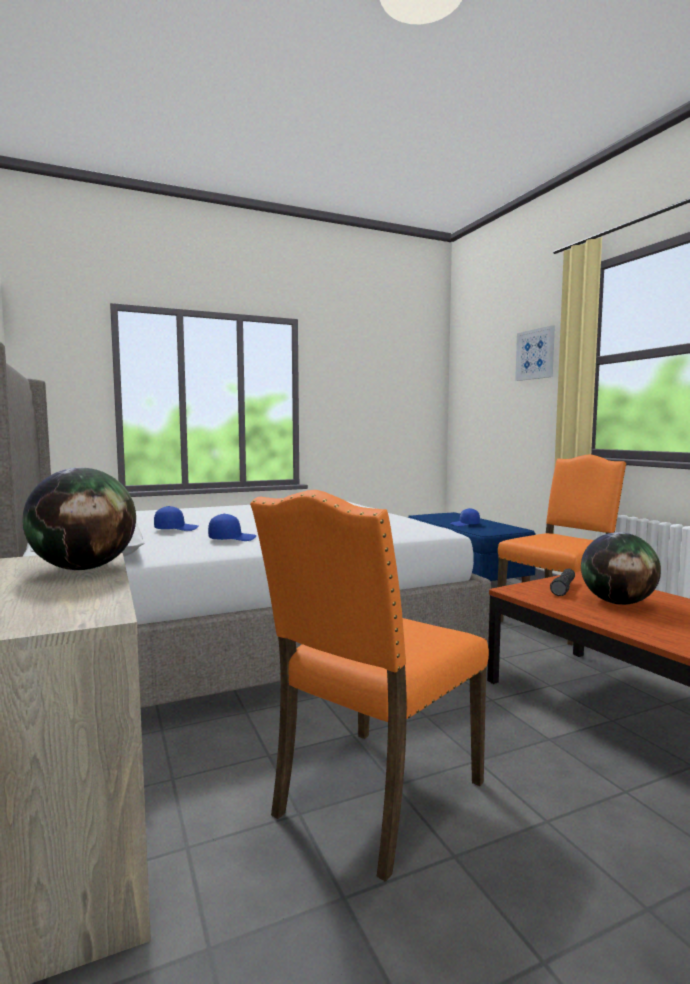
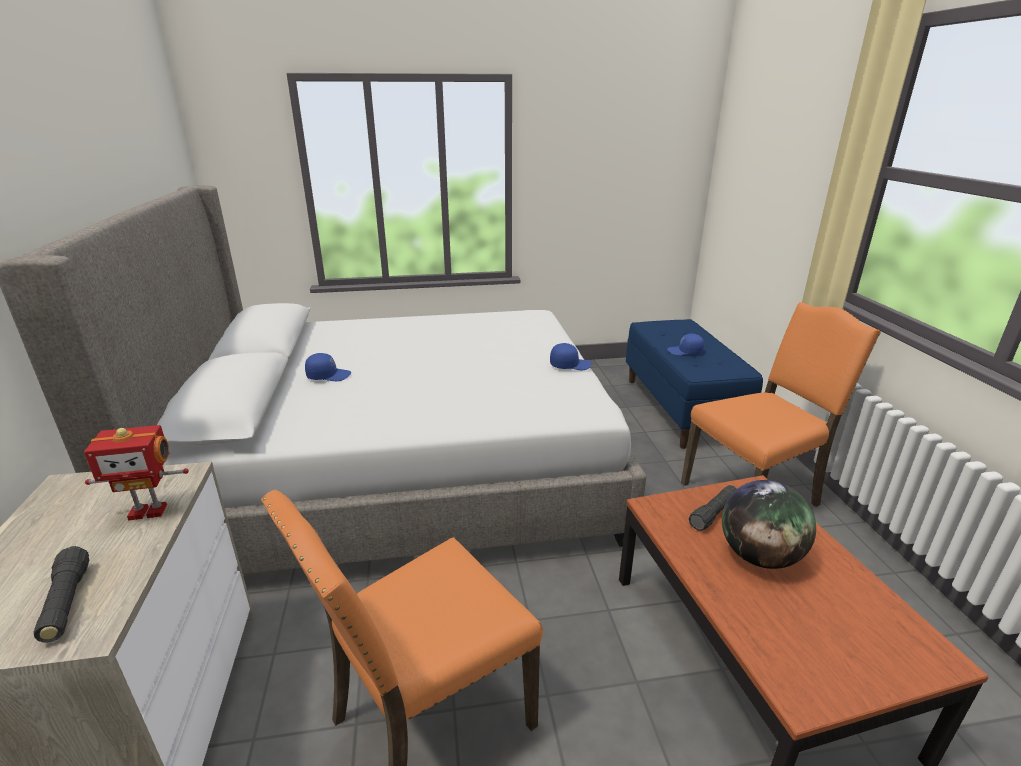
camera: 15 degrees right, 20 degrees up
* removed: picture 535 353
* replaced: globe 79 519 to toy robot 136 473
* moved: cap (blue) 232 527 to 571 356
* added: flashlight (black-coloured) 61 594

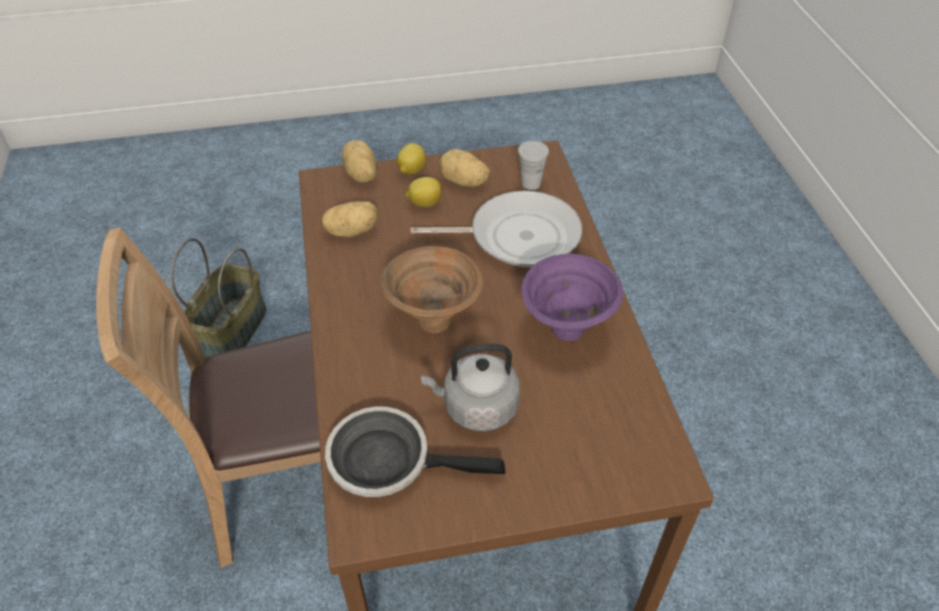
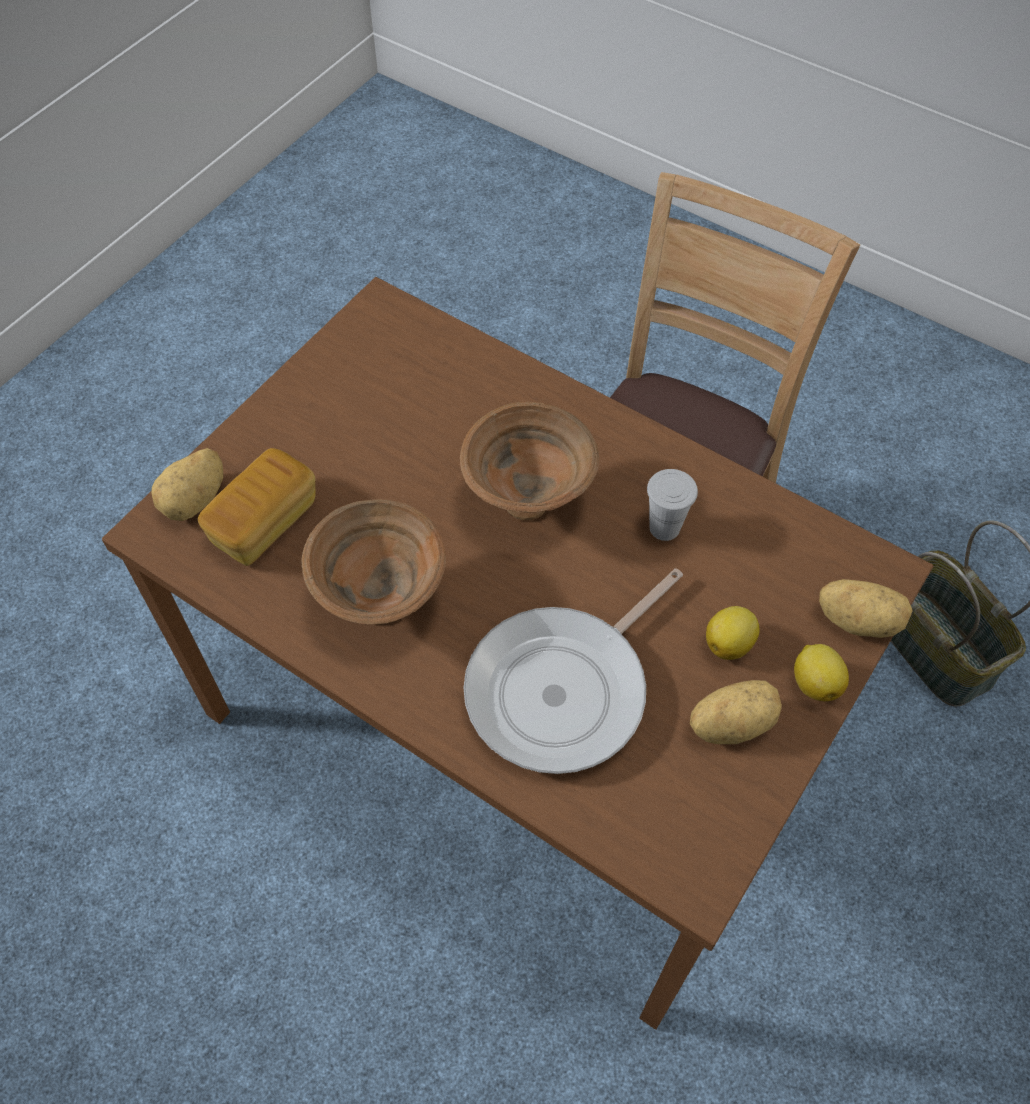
camera: 135 degrees right, 10 degrees up
* moved: small cup (white-coloured) 533 165 to 672 505
* moved: spud 349 219 to 187 484
* recoloured: bowl (purple) 572 297 to bowl (brown) 374 562
* removed: water kettle (greyish) 470 387
* removed: frying pan 415 452
* added: bread 257 507

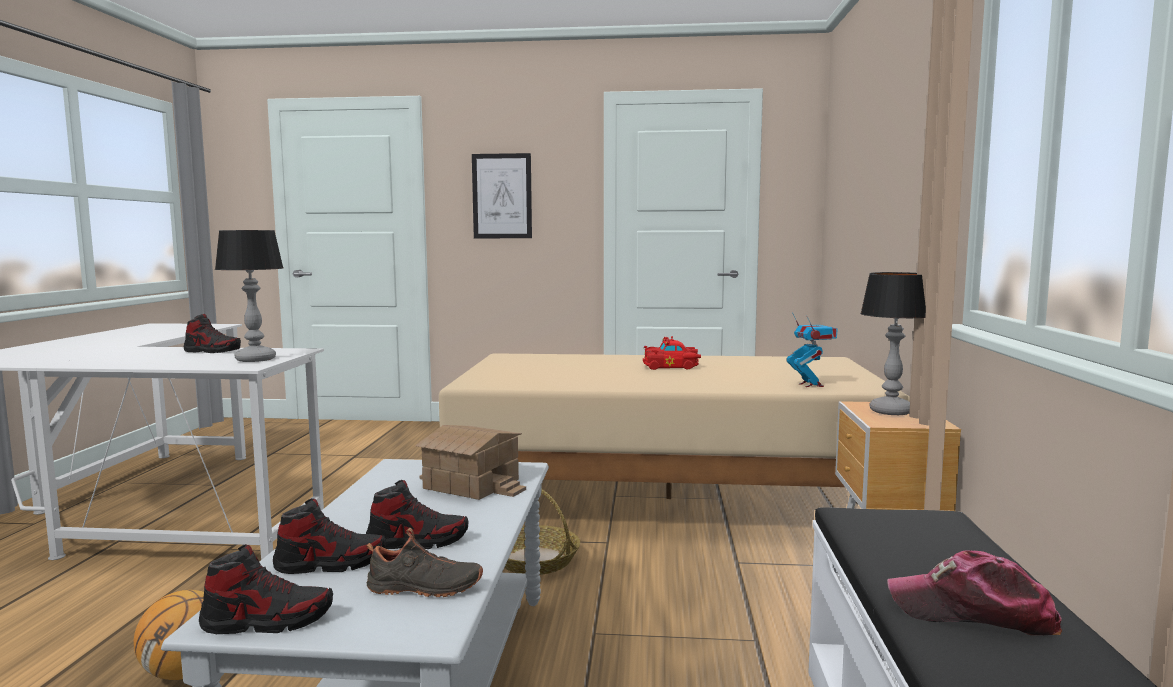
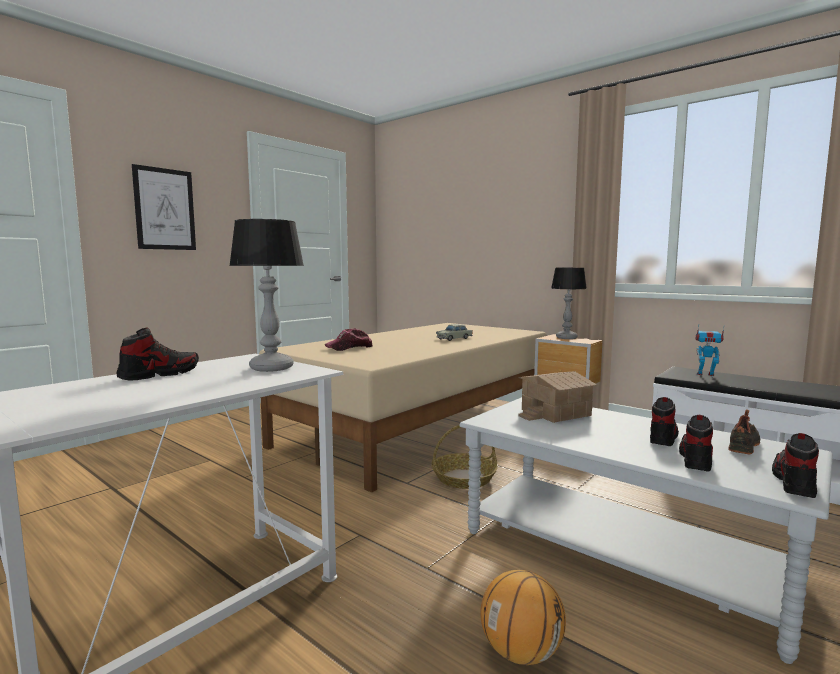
camera: 55 degrees left, 0 degrees up
* moved: toy robot 812 350 to 710 351
* removed: model car (reddish) 672 353
* moved: cap 974 592 to 349 339
* added: model car (beige) 454 332

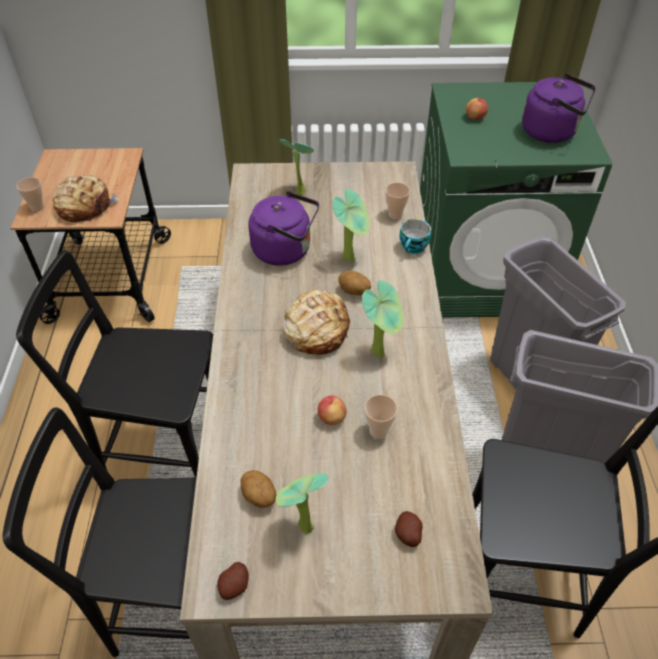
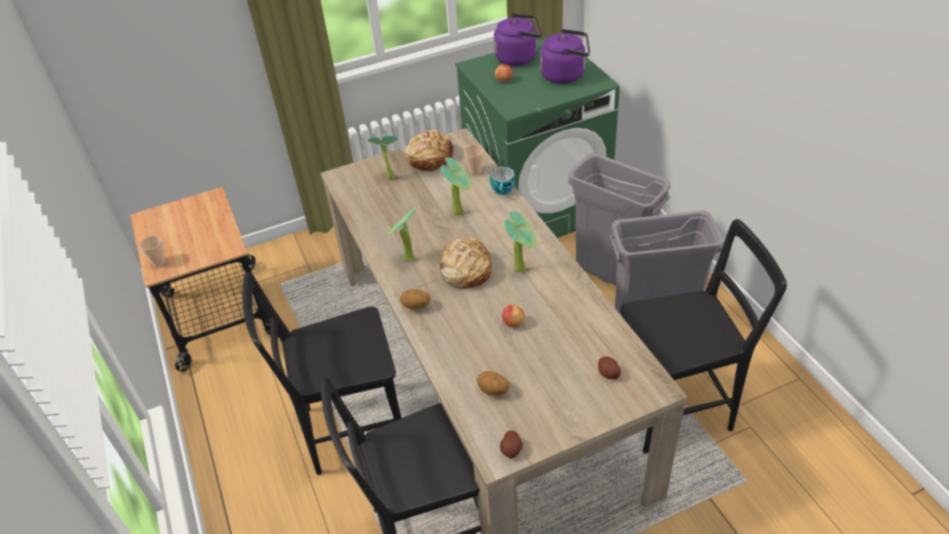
camera: 20 degrees left, 5 degrees down
* moved: bread 86 199 to 430 150
* moved: water kettle (purple) 283 228 to 518 39
* moved: spud 354 282 to 415 299
* removed: small cup 381 417
* moved: potted plant 302 504 to 402 234

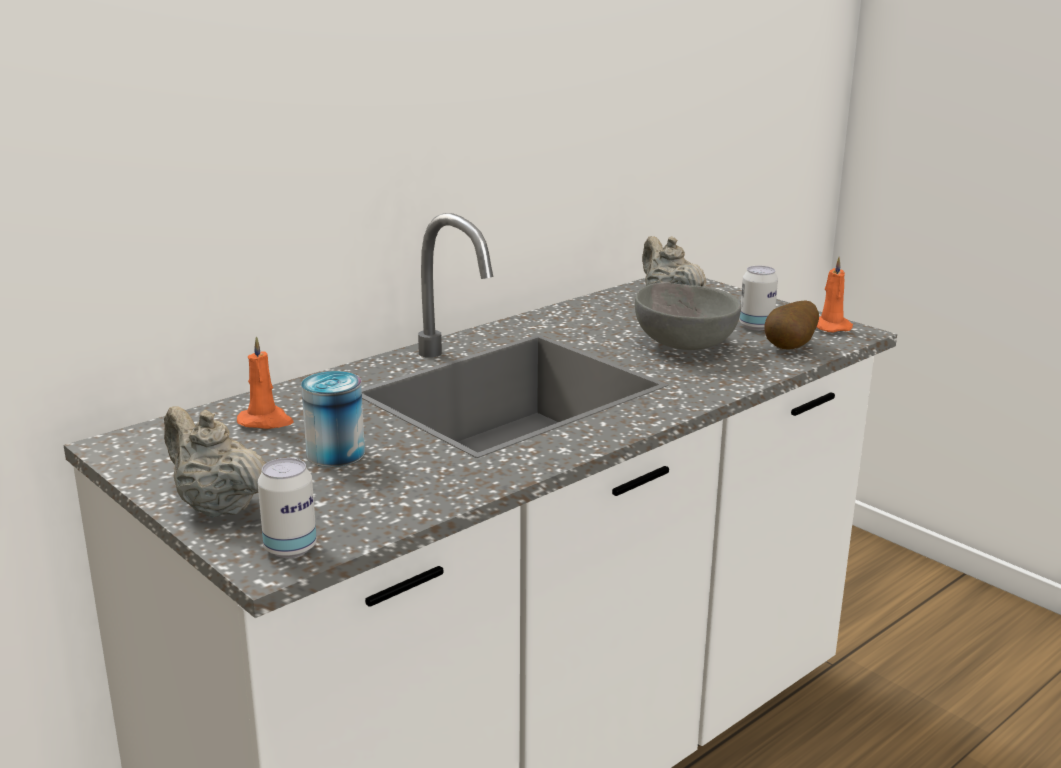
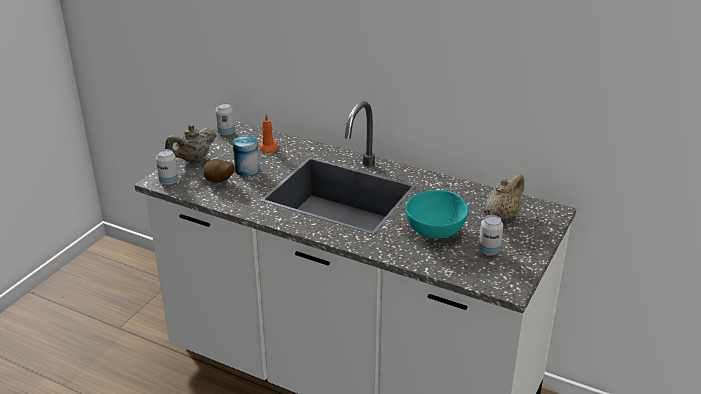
camera: 70 degrees right, 10 degrees up
* removed: wax light (orangey) 835 295
* recoloured: bowl (greyish) 688 316 to bowl (turquoise) 436 214
* moved: spud 791 325 to 219 171
* turned: teapot (beige) 215 462 = 190 143 150 degrees counterclockwise
* added: metal can 225 119

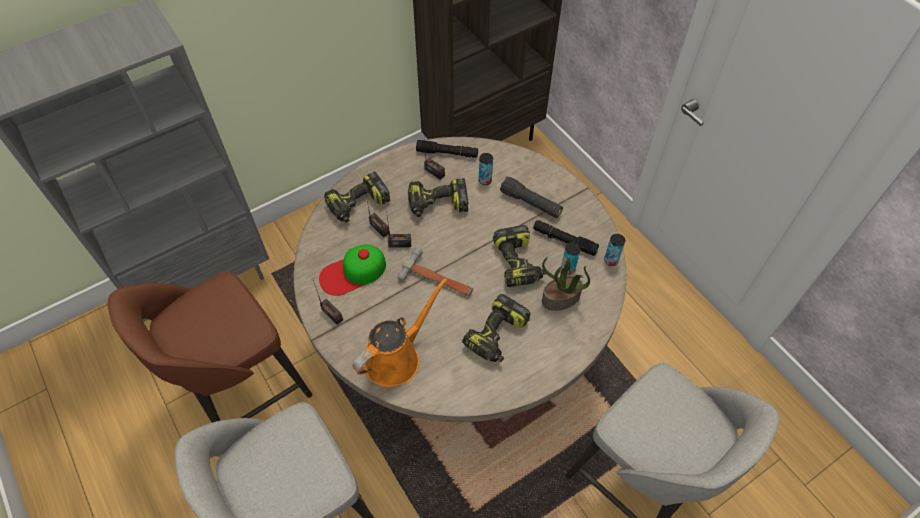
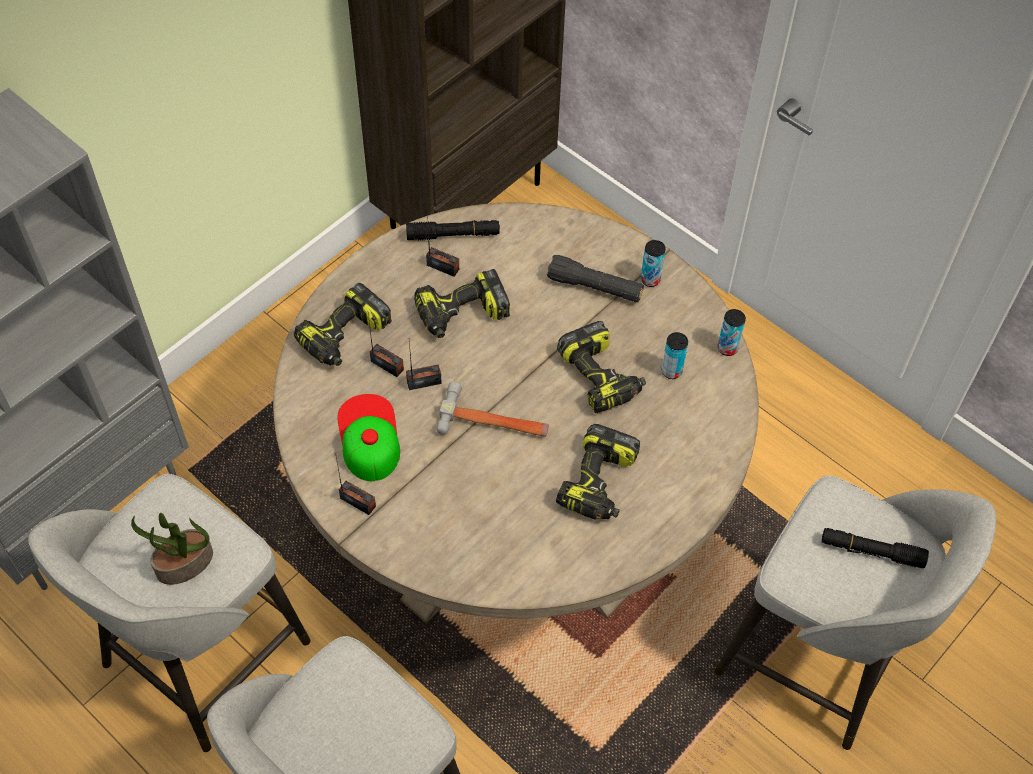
camera: 15 degrees left, 0 degrees up
* moved: metal can 486 169 to 653 263
* moved: flashlight (black-coloured) 566 238 to 875 548
* turned: cap 352 270 = 368 437 120 degrees clockwise
* moved: potted plant 566 284 to 172 549
* recoloured: sitting stool (brown) 210 347 to sitting stool (greyish) 169 613
* removed: watering pot (orangey) 400 332

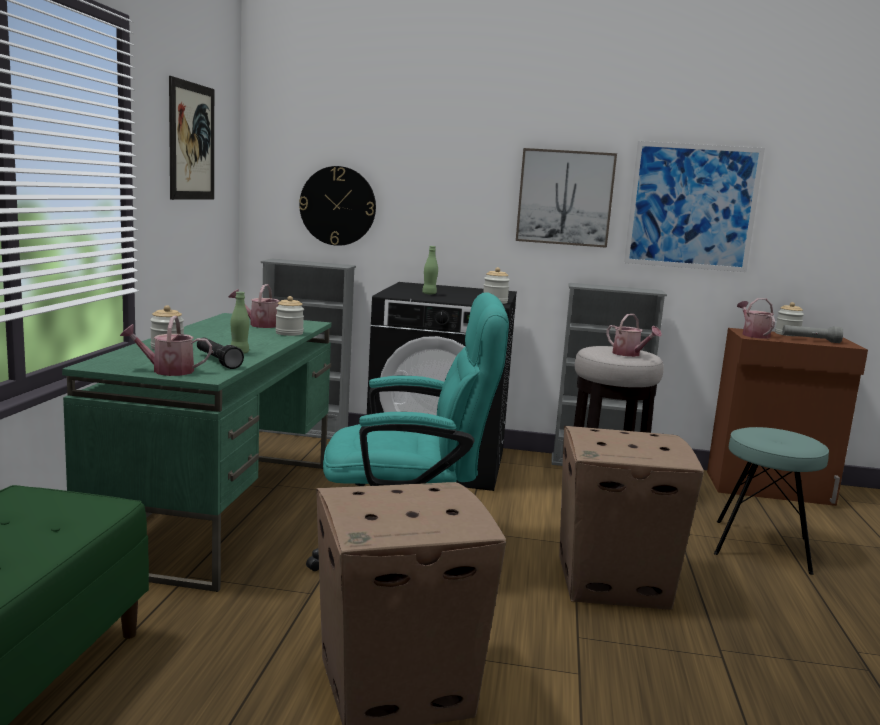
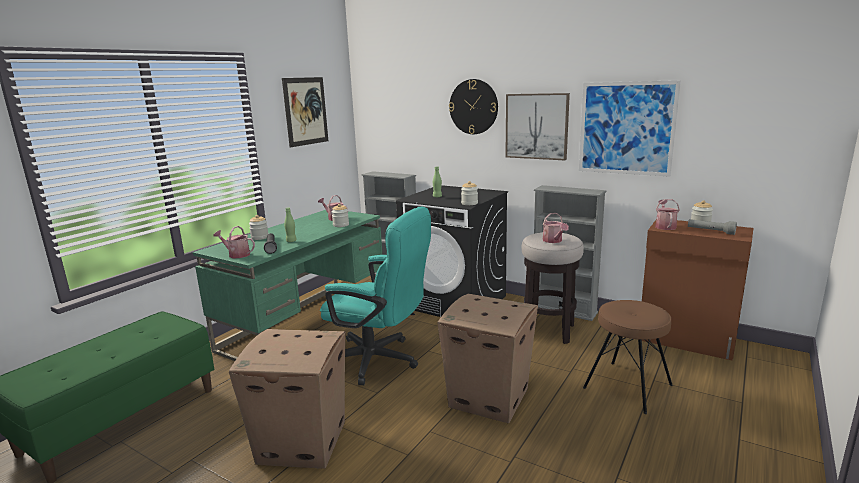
camera: 25 degrees right, 5 degrees up
* moved: clock on the wall 337 206 to 473 106
* recoloured: sitting stool (turquoise) 771 501 to sitting stool (brown) 628 357

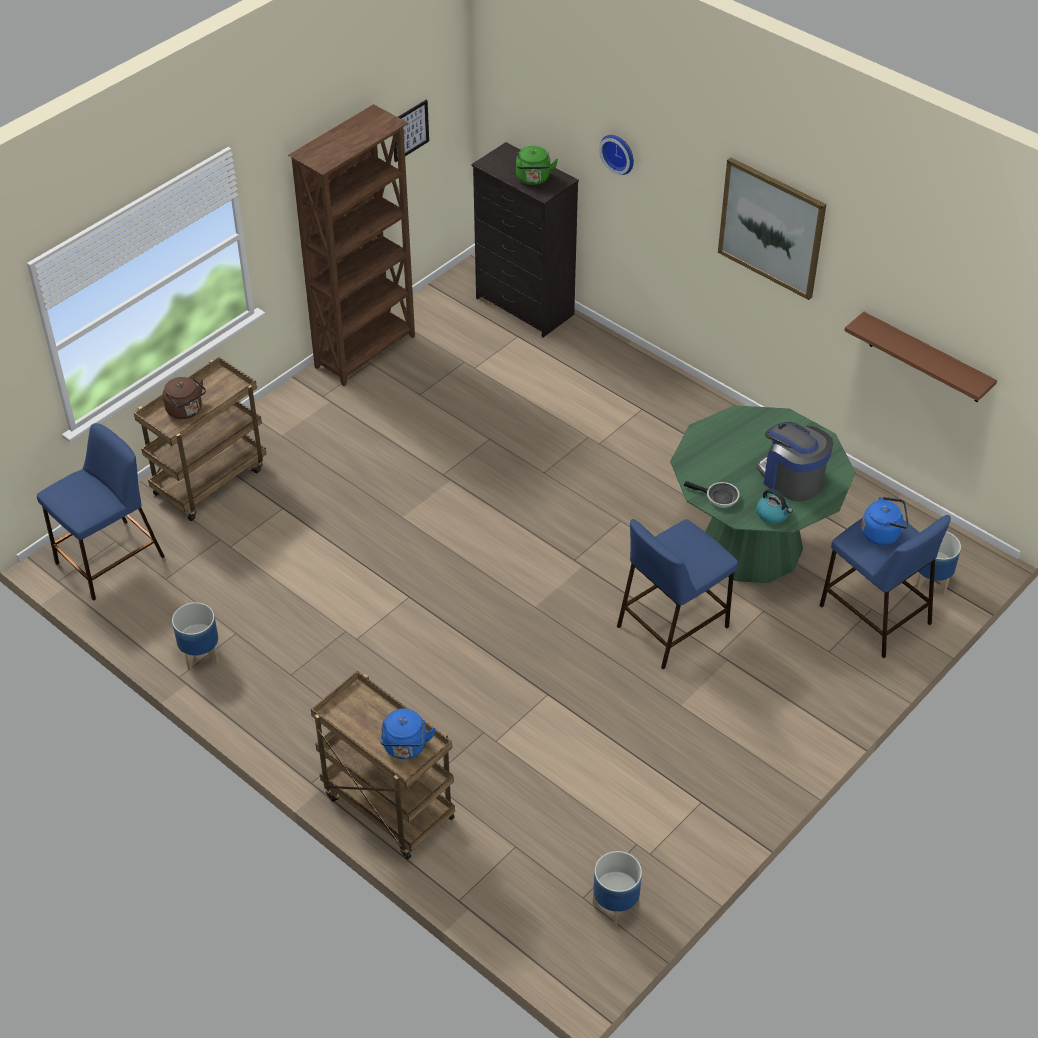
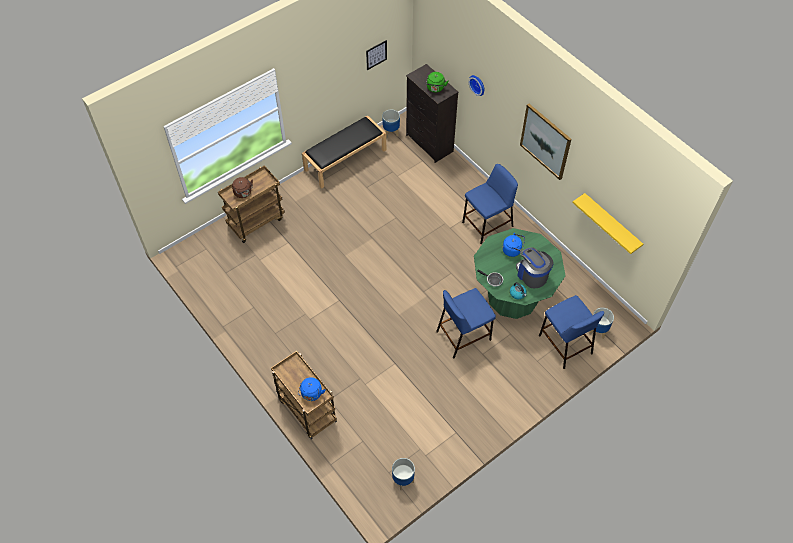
camera: 10 degrees right, 10 degrees up
* replaced: bookcase (brown) 351 245 to indoor bench (black-coloured) 344 152
* recoloured: wall shelf (brown) 920 357 to wall shelf (yellow) 608 223
* moved: sitting stool (blue) 101 512 to 490 204
* moved: water kettle (blue) 885 521 to 514 245
* moved: planter 195 636 to 391 123

